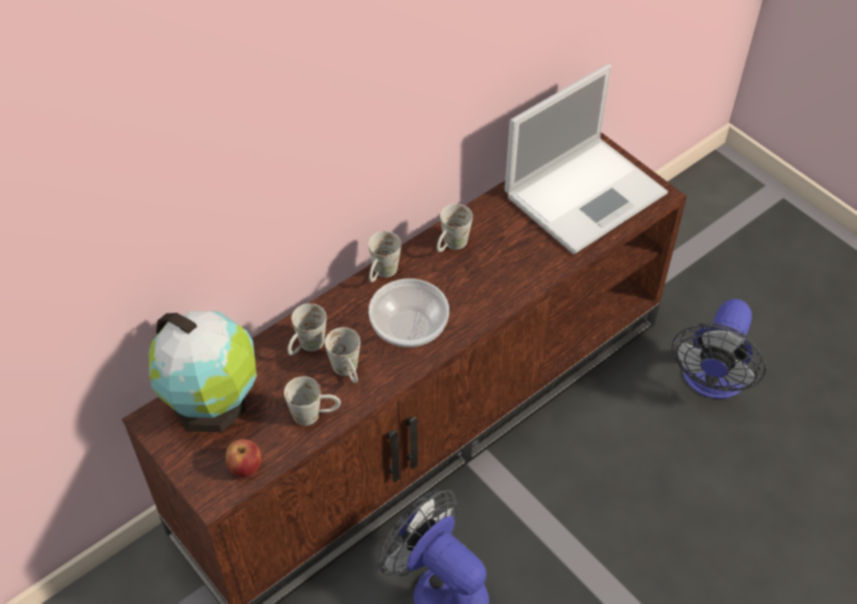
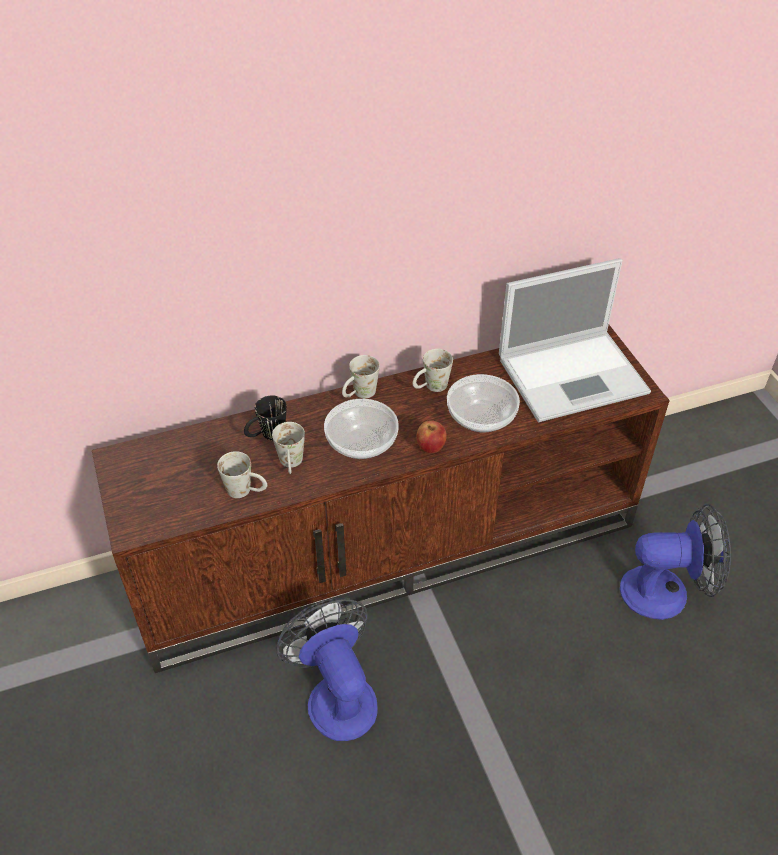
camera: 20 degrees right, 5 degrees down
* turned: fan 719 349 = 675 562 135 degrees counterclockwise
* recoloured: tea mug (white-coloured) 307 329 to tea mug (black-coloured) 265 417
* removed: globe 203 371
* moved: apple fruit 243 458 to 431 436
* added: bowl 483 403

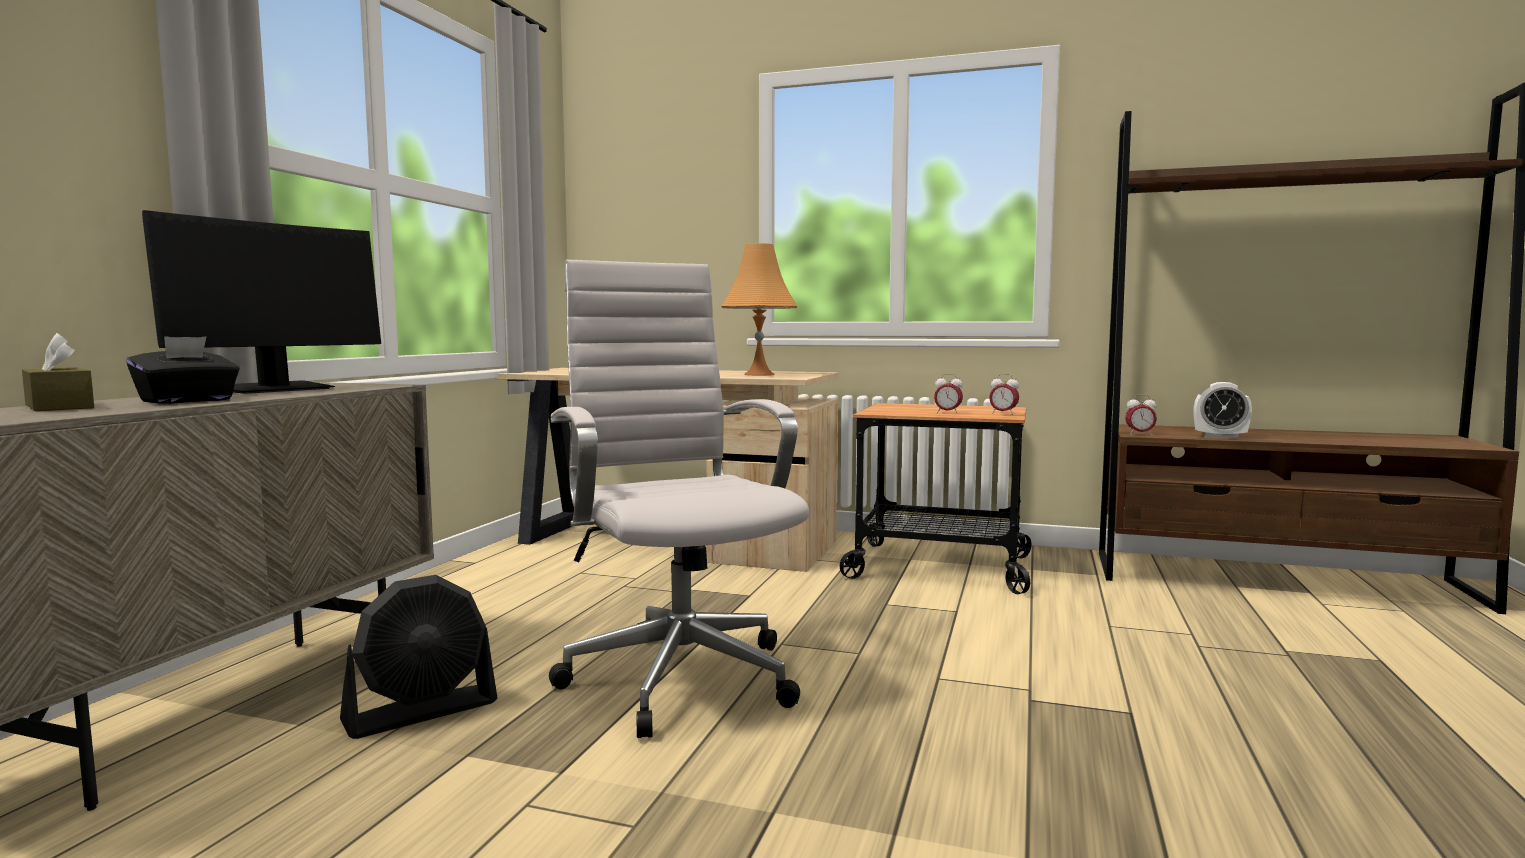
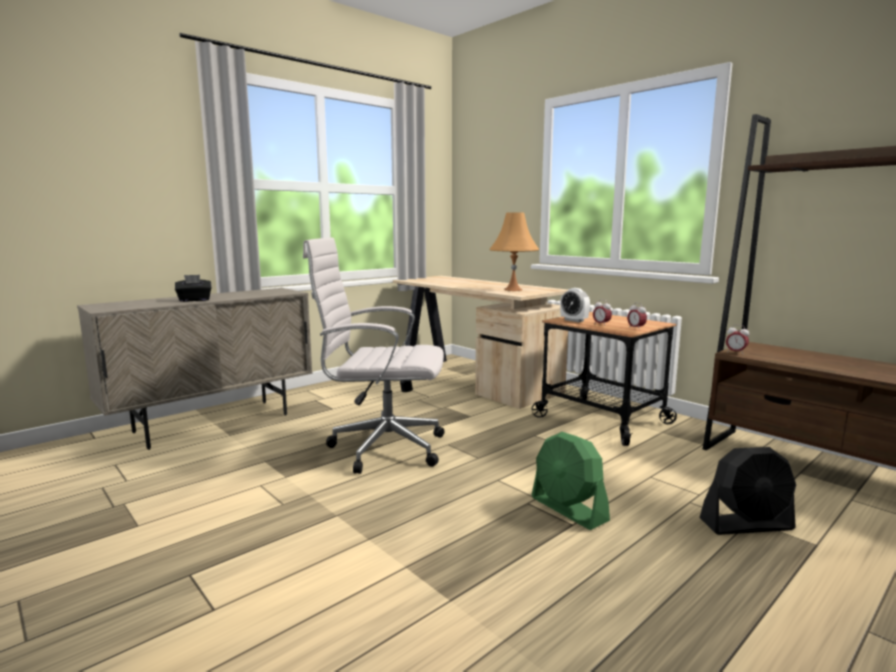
camera: 30 degrees right, 5 degrees up
* removed: monitor 261 302
* turned: desk chair (white-coloured) 679 499 = 373 355 90 degrees counterclockwise
* removed: tissue holder (brown) 58 372
* moved: bedside clock 1223 410 to 575 305
* moved: fan (black-coloured) 419 657 to 748 491
* added: fan (greenish) 571 481

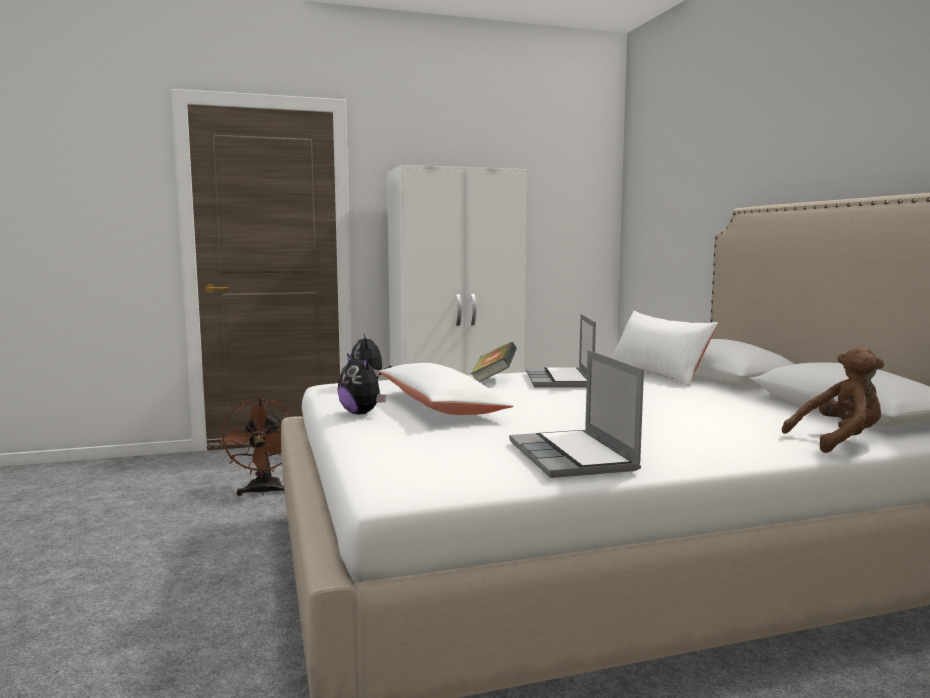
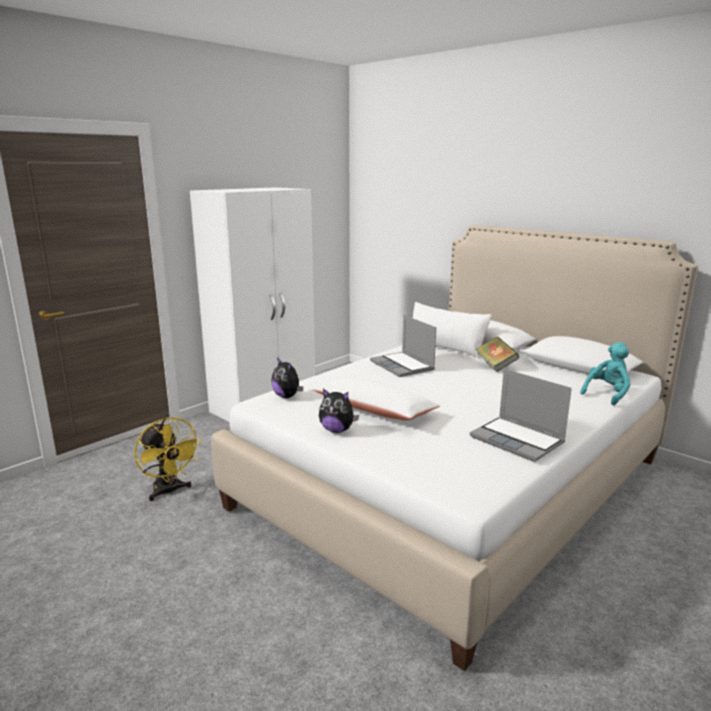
camera: 30 degrees left, 10 degrees up
* moved: bound book 494 362 to 497 354
* recoloured: cuddly toy (brown) 833 400 to cuddly toy (turquoise) 605 374
* recoloured: fan (brown) 256 447 to fan (yellow) 168 459

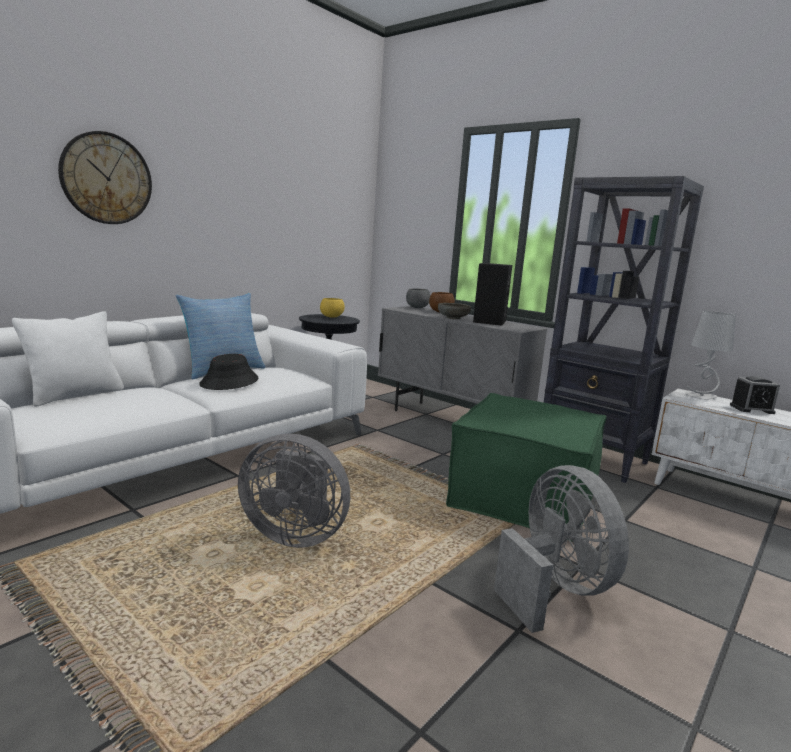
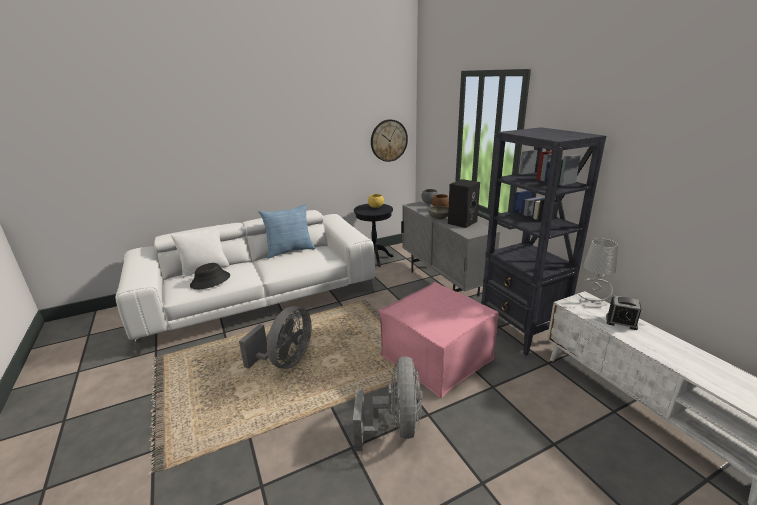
camera: 25 degrees right, 10 degrees up
* moved: clock on the wall 105 177 to 389 140
* moved: clothing hat (black-coloured) 228 372 to 210 276
* recoloured: pouffe (greenish) 526 467 to pouffe (pink-coloured) 439 340
* turned: fan (greyish) 294 490 = 275 337 105 degrees counterclockwise

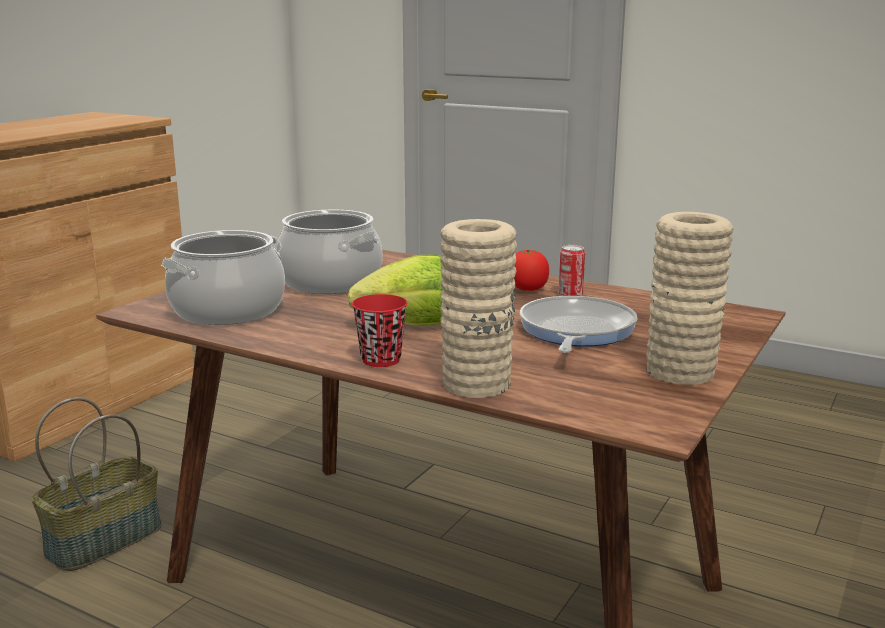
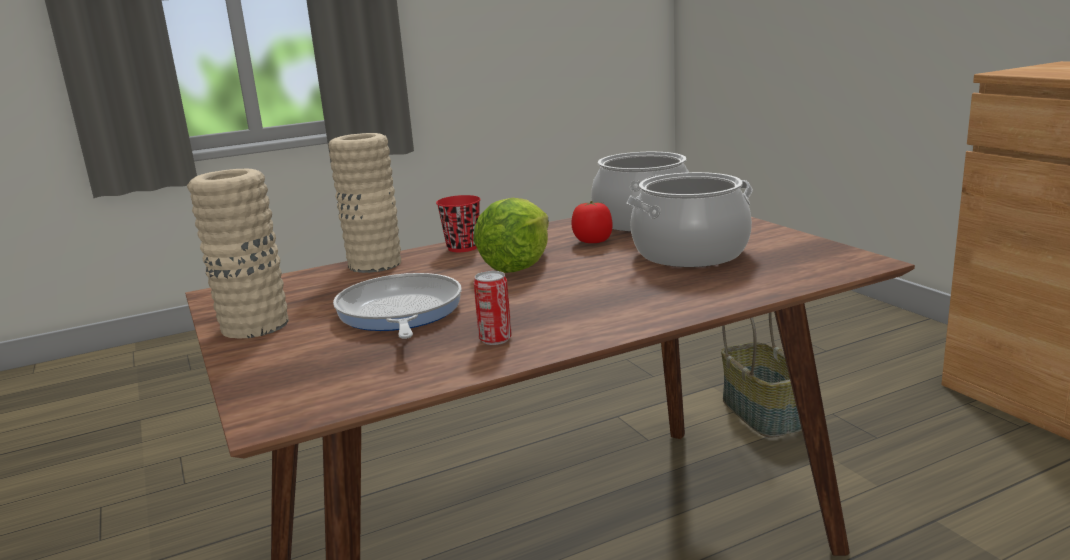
camera: 125 degrees right, 0 degrees up
* moved: tomato 531 270 to 592 222
* turned: frying pan 579 324 = 397 306 150 degrees counterclockwise

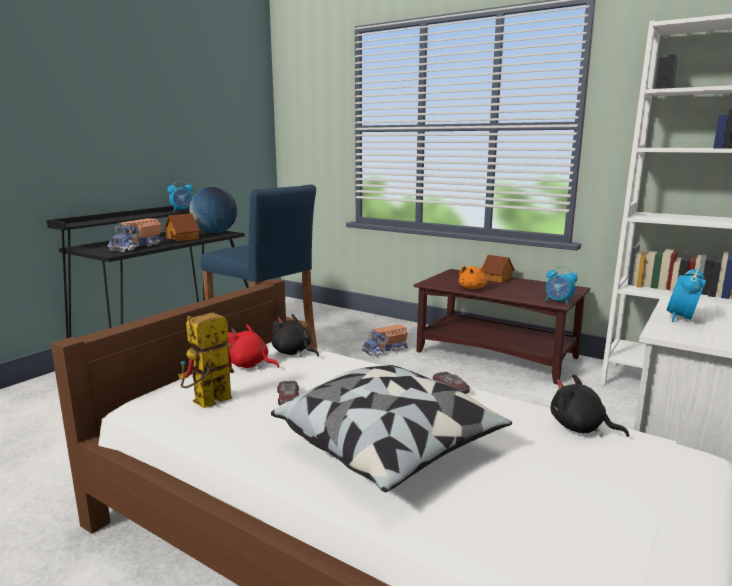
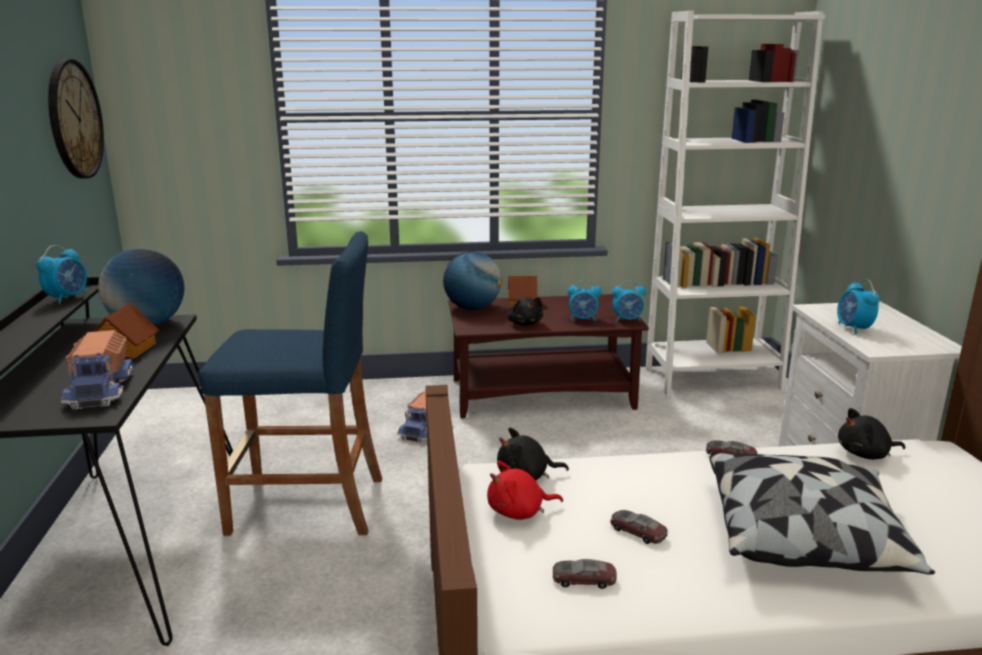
camera: 40 degrees left, 5 degrees up
* recoloured: cuddly toy (orangey) 473 277 to cuddly toy (black-coloured) 525 311
* replaced: toy robot 206 360 to model car 585 574
* added: clock on the wall 76 118
* added: globe 472 280
* added: bedside clock 585 301

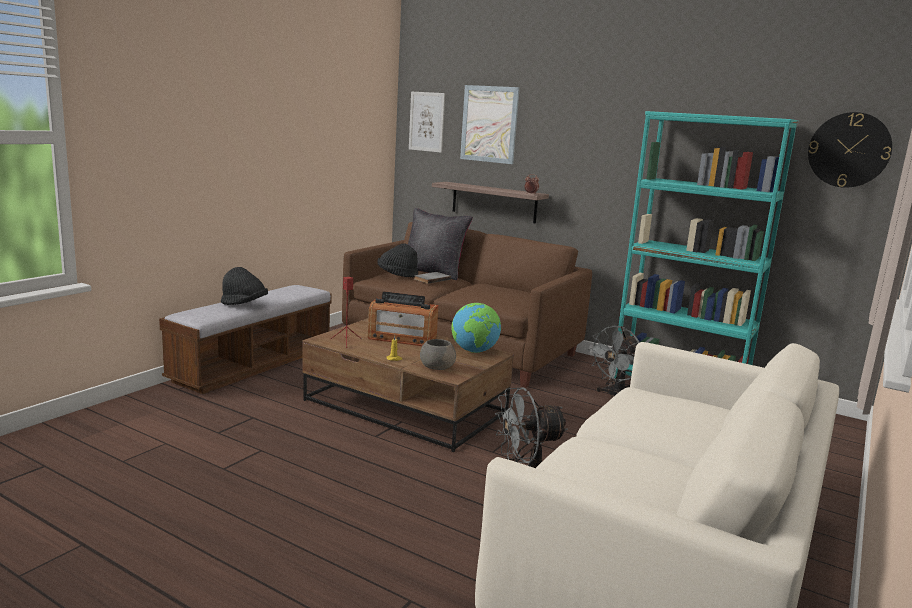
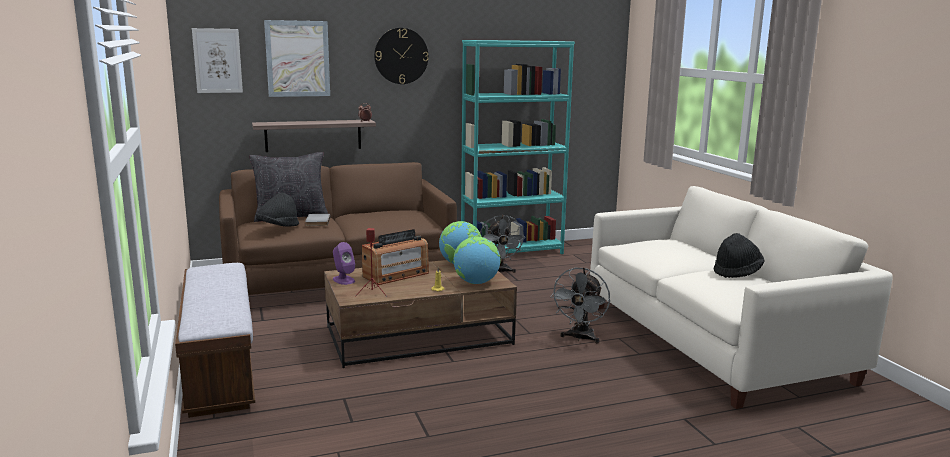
camera: 50 degrees left, 0 degrees up
* moved: clock on the wall 850 150 to 401 56
* moved: clothing hat (black-coloured) 244 286 to 739 255
* replaced: bowl (greyish) 438 354 to globe 477 260
* added: audio speaker (purple) 344 263

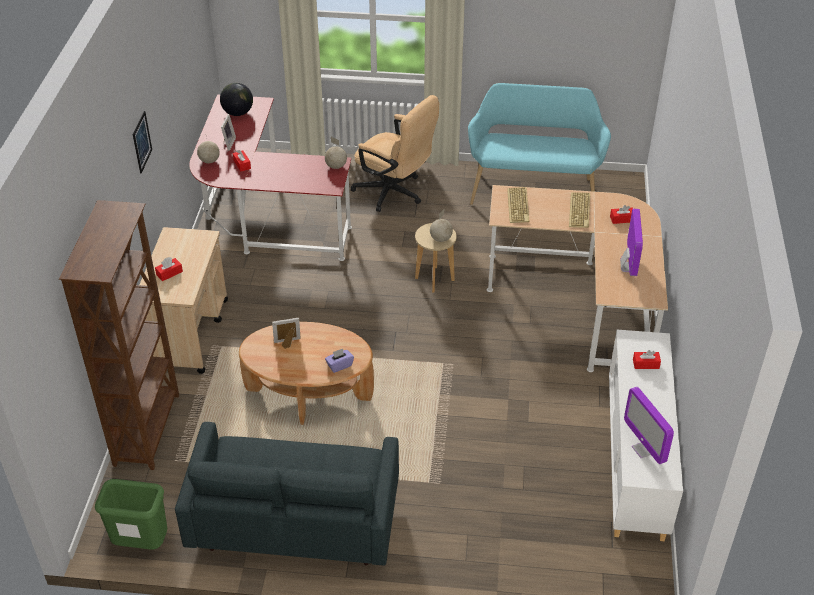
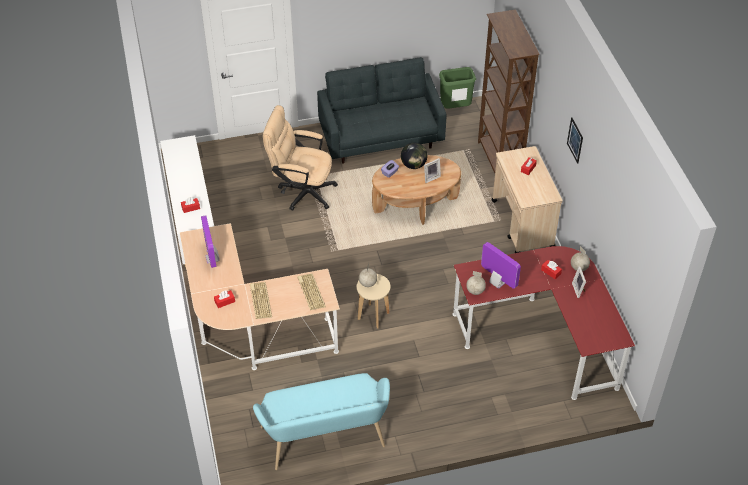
camera: 160 degrees right, 5 degrees up
* moved: globe 236 99 to 414 156
* moved: desk chair (beige) 395 153 to 300 158
* moved: monitor 649 425 to 501 265

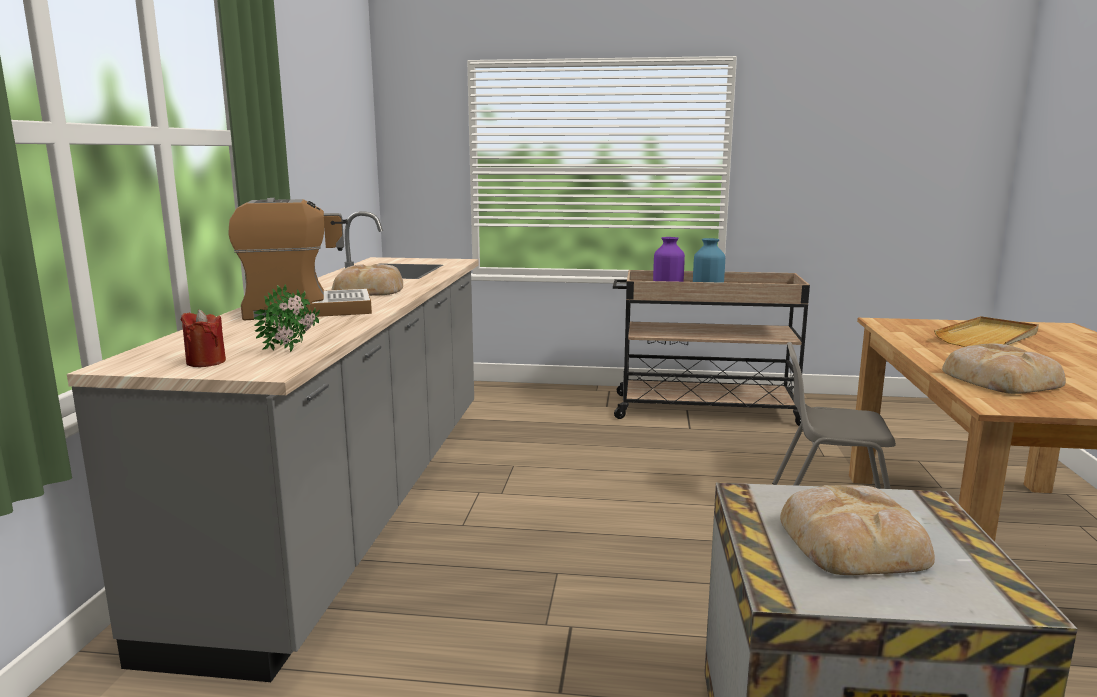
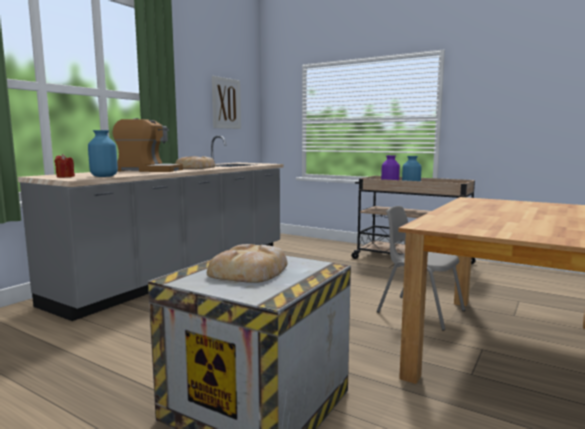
camera: 25 degrees right, 5 degrees down
* replaced: potted plant 286 318 to decorative vase (blue) 103 153
* removed: tray (beige) 986 331
* removed: bread 1004 368
* added: picture 226 102

